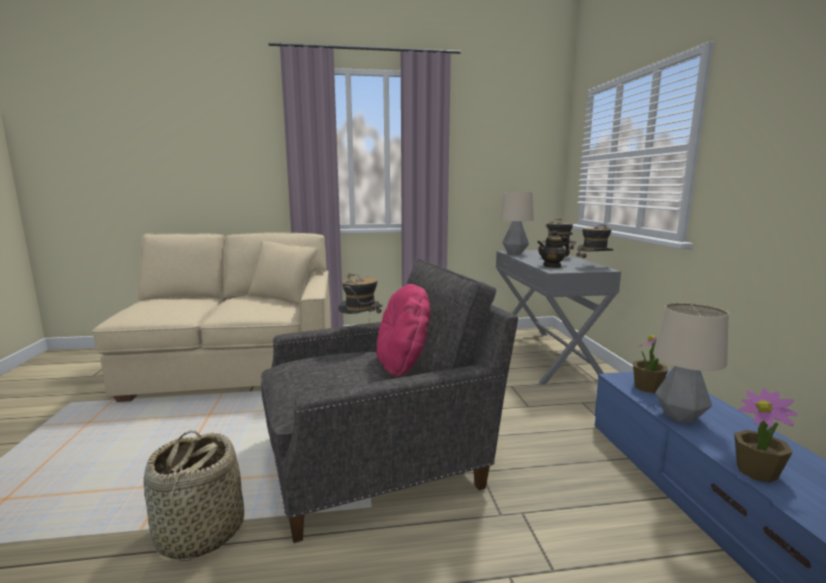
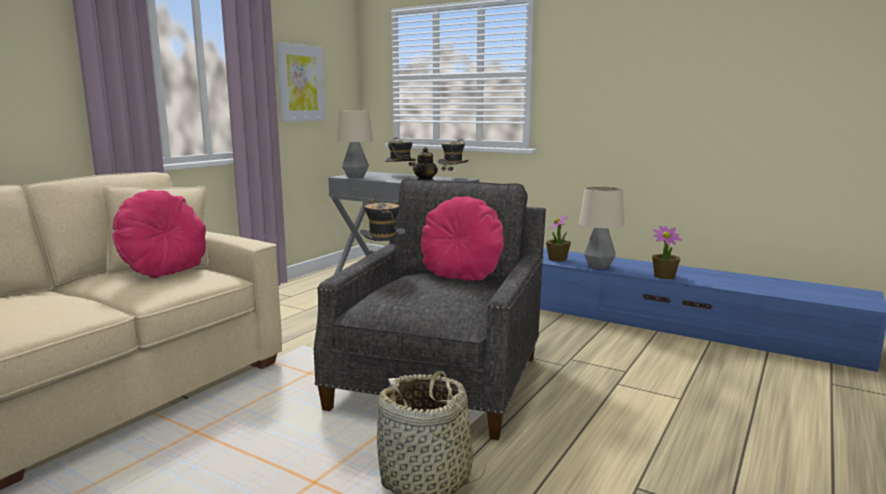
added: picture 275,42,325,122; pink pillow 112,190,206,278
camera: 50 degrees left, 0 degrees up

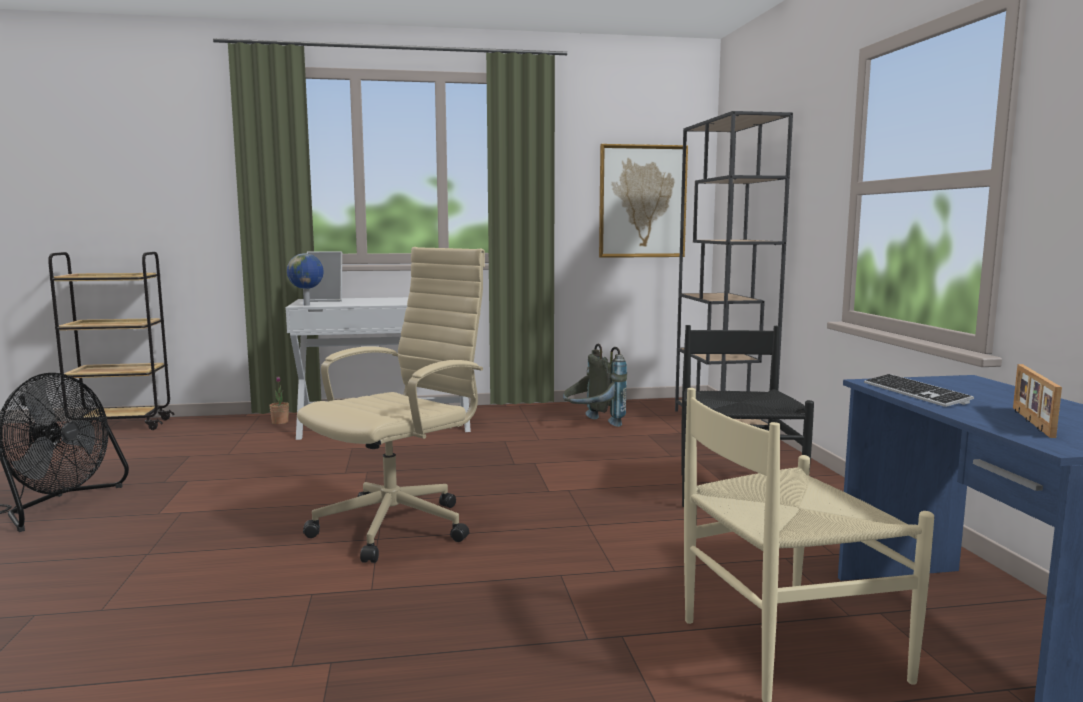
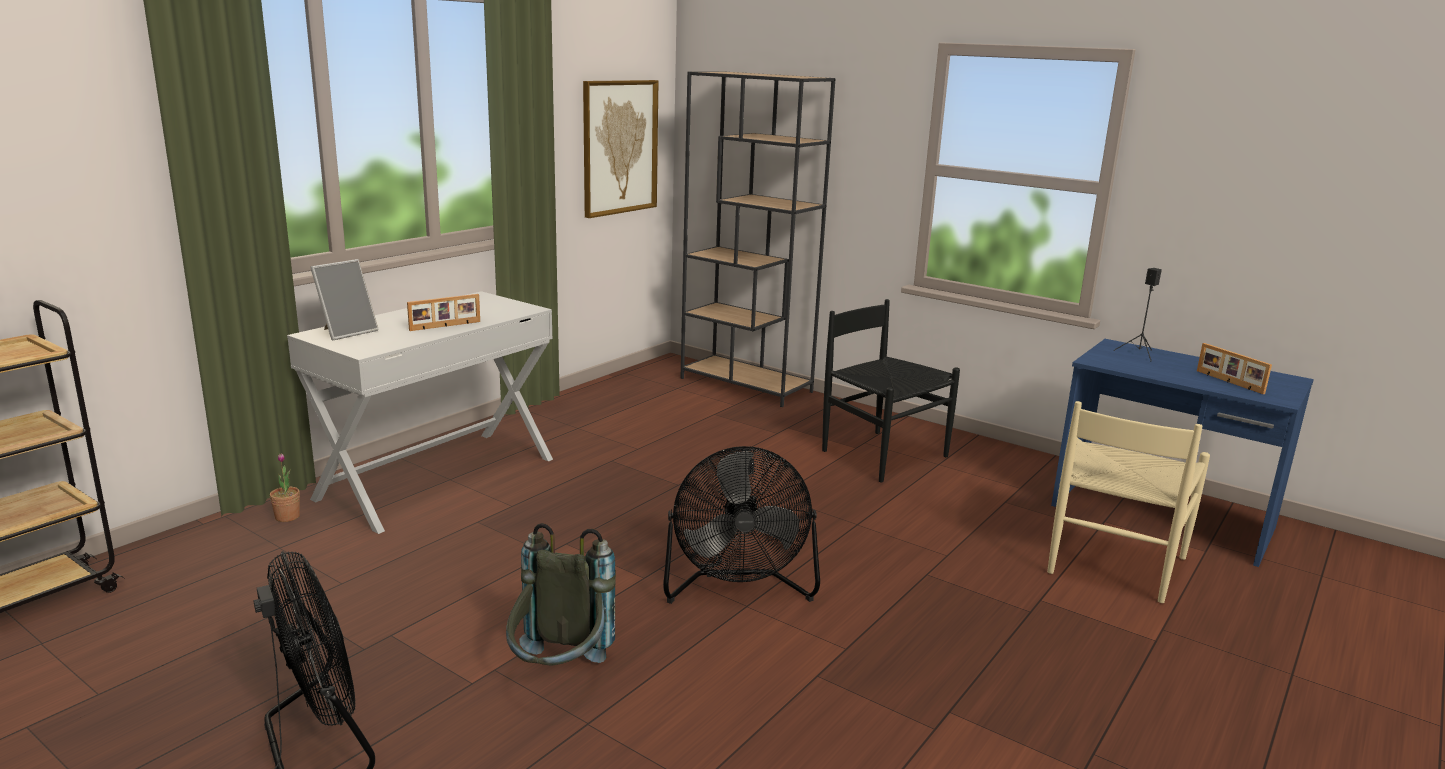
removed: globe 287,253,323,306; keyboard 864,374,974,407
added: black speaker 1114,268,1162,360; picture frame 407,294,480,331
moved: grey backpack 563,344,627,427 to 506,523,616,666
replaced: beige office chair 297,247,485,563 to black fan 663,446,820,604
camera: 45 degrees left, 10 degrees up

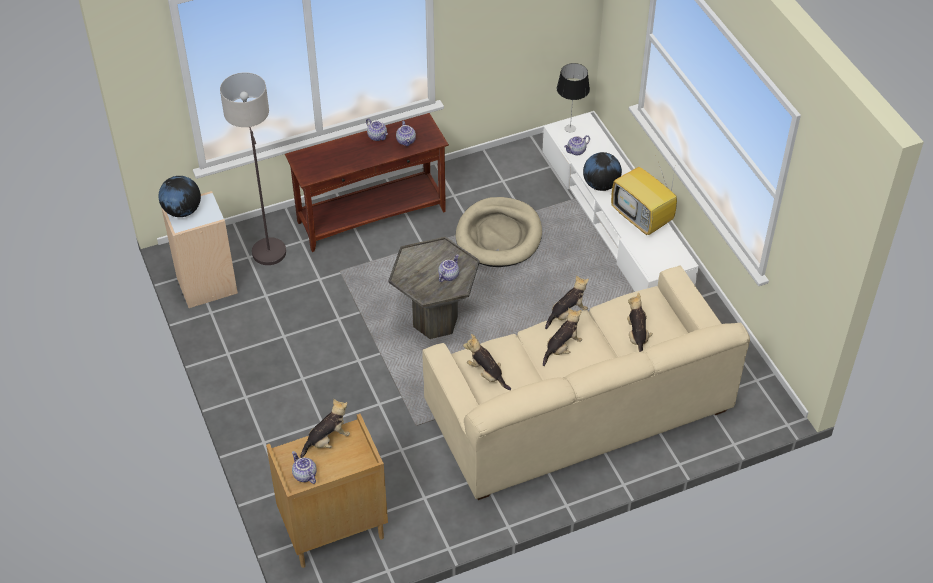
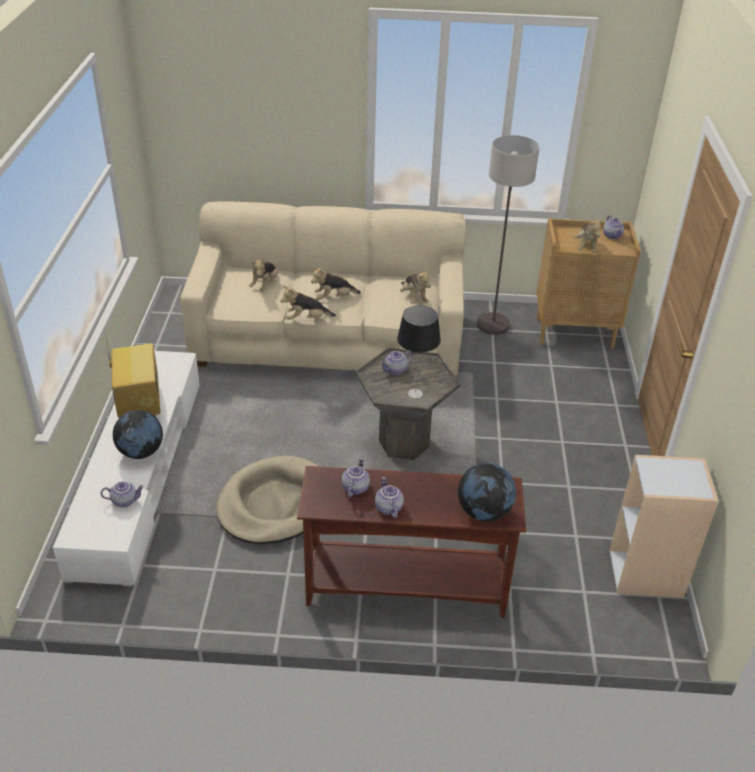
moved: table lamp 557,63,590,132 to 397,306,441,398; grey floor lamp 220,72,286,265 to 477,135,539,335; globe 158,176,201,217 to 458,463,516,522
turned: plush toy 300,399,350,458 = 574,219,603,253 75 degrees counterclockwise
camera: 155 degrees left, 10 degrees down

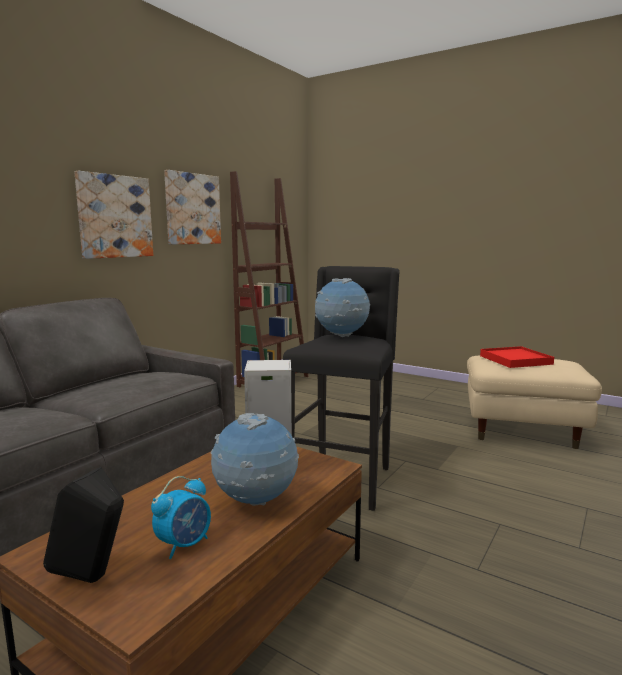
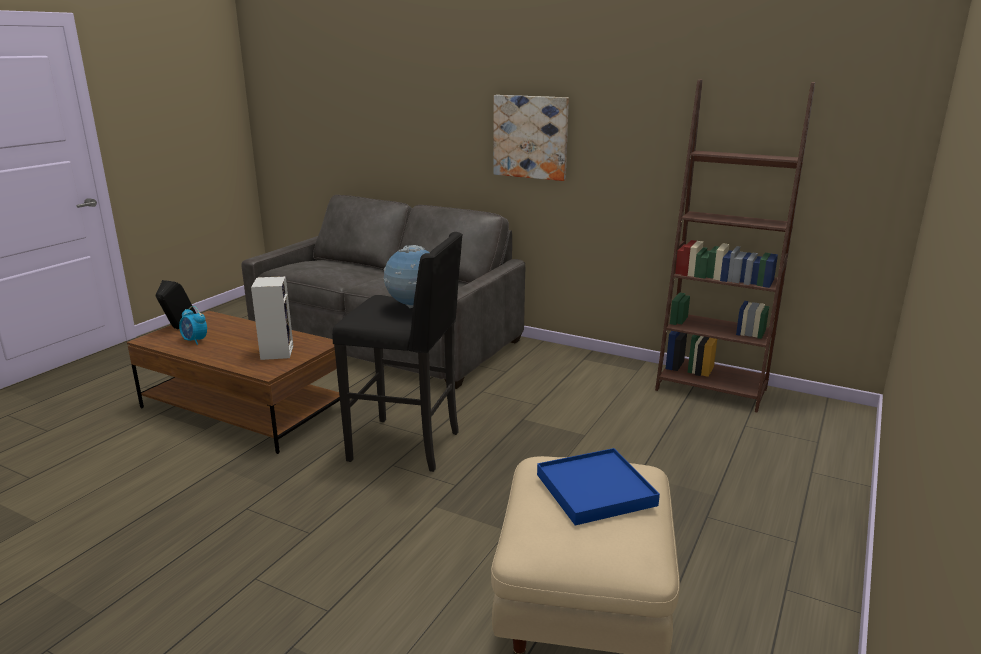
removed: picture 164,170,221,244; globe 211,413,299,506
recoloured: red tray 480,346,554,368 to blue tray 537,448,660,526
camera: 85 degrees right, 10 degrees up

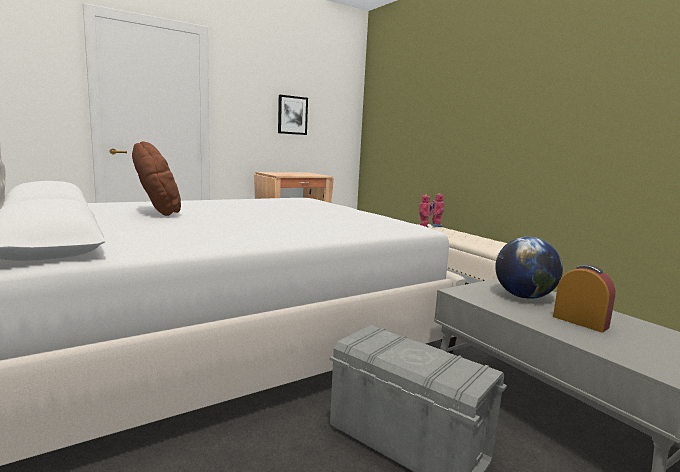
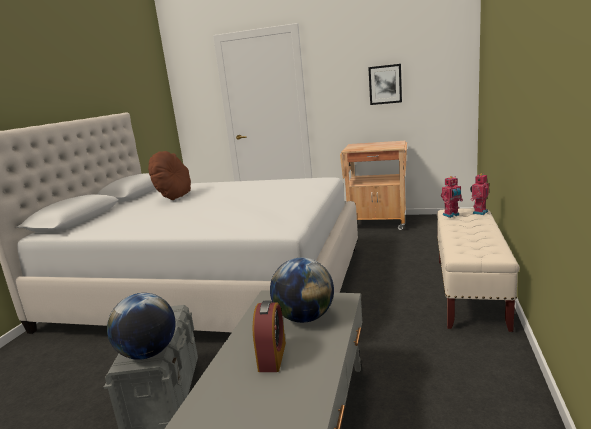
added: globe 107,293,176,360
camera: 50 degrees right, 5 degrees up

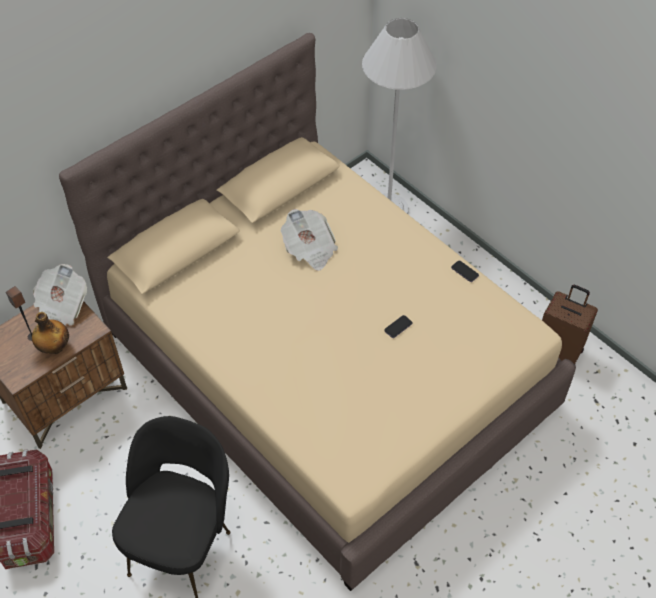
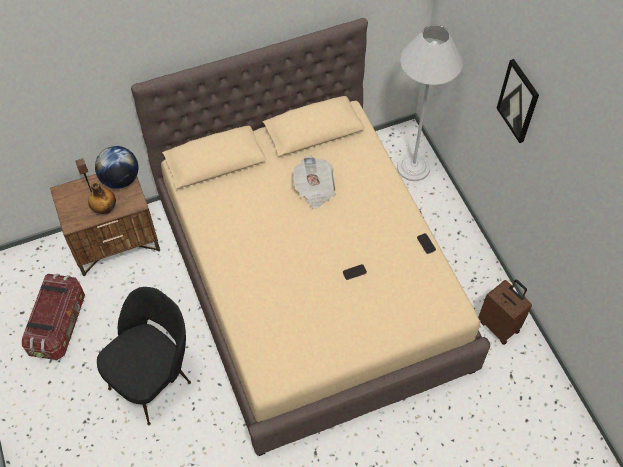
added: picture 497,59,539,143
replaced: newspaper 33,264,87,326 to globe 95,146,138,189
camera: 20 degrees right, 5 degrees up

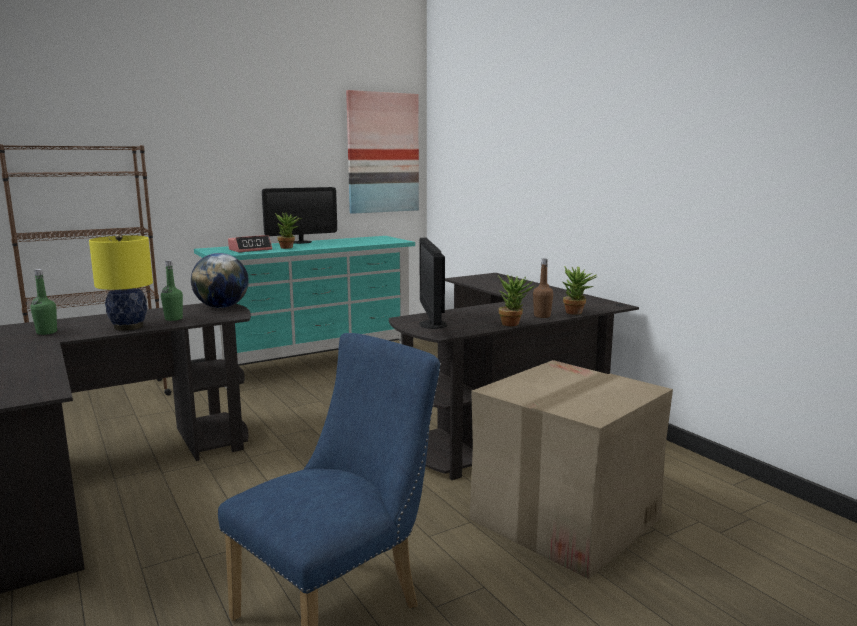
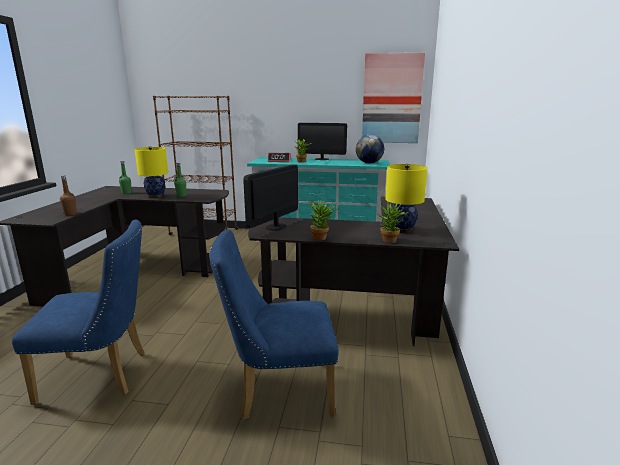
added: yellow table lamp 385,164,427,233
moved: globe 191,253,249,308 to 356,135,384,164; brown bottle 533,259,553,318 to 60,175,77,216
replaced: cardboard box 469,360,673,579 to blue chair 209,229,339,420
camera: 40 degrees right, 5 degrees up

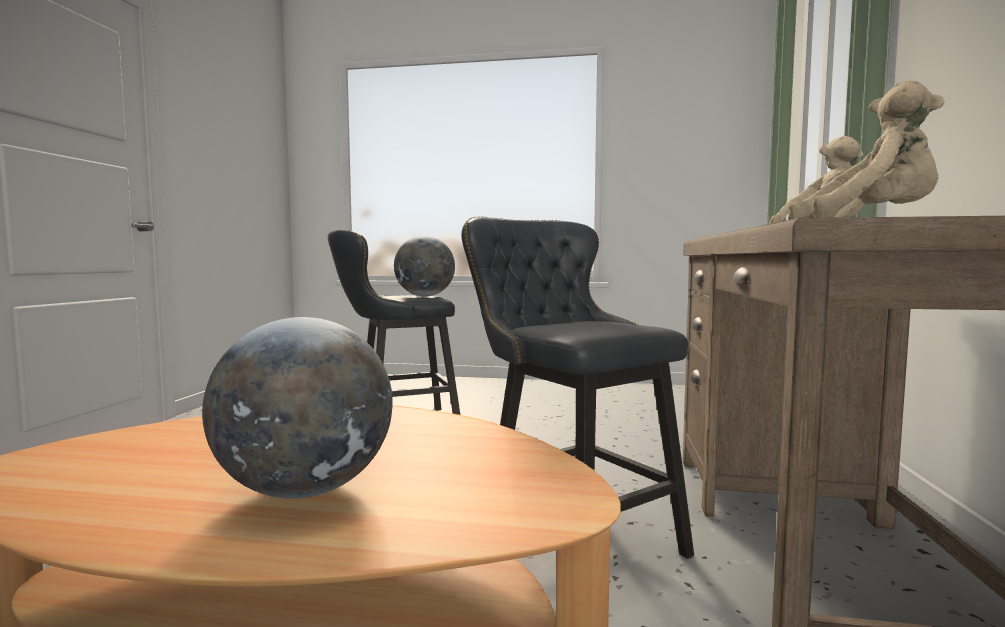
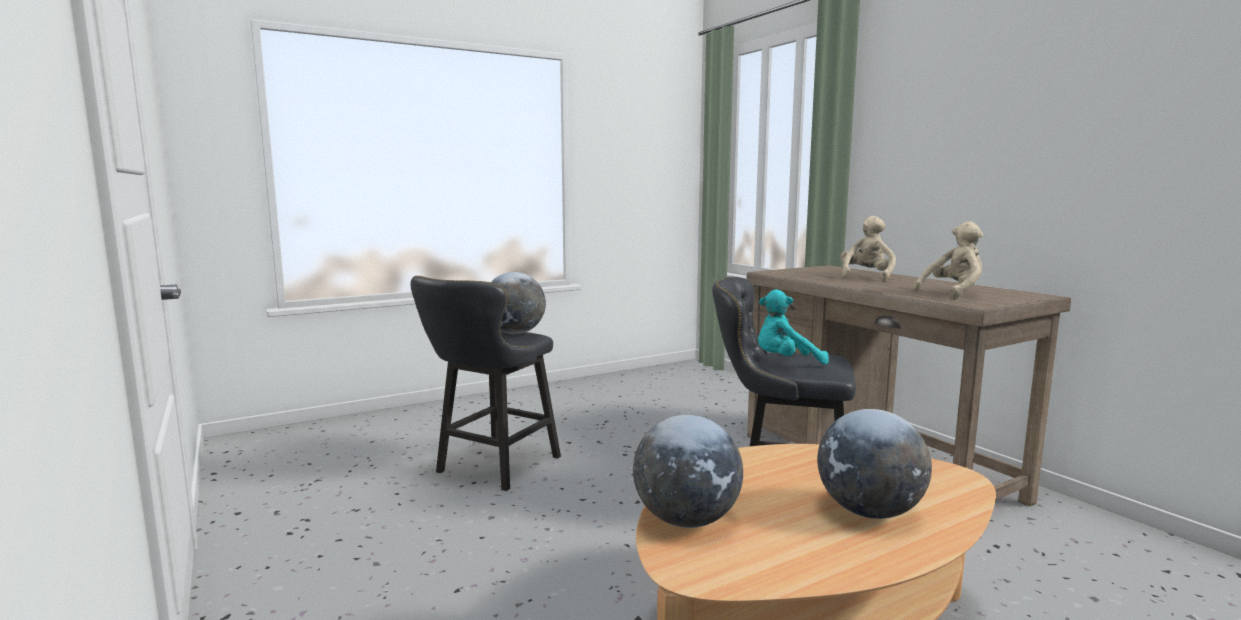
added: turquoise plush toy 758,289,829,365; globe 633,415,743,528
camera: 40 degrees left, 5 degrees up

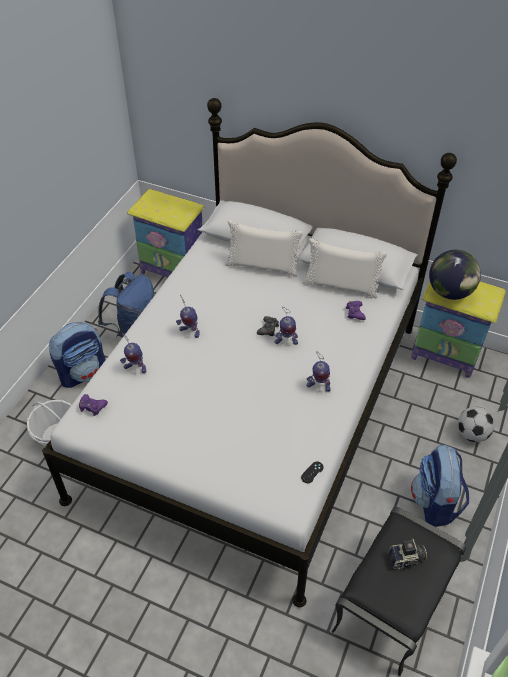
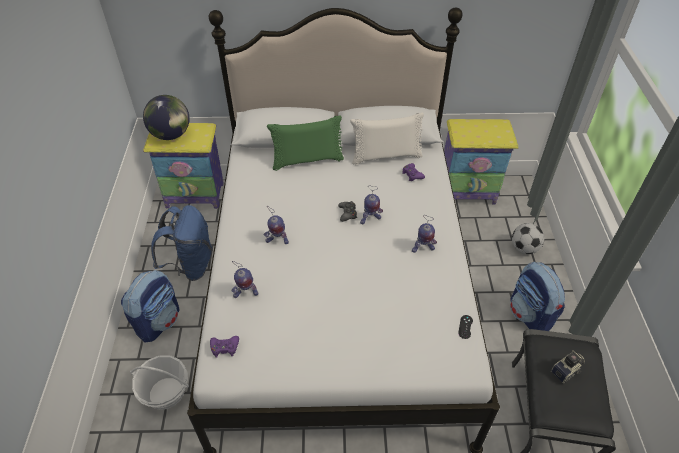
moved: globe 429,250,481,300 to 143,95,189,140
recoloured: white pillow 225,220,303,277 to green pillow 267,115,344,171
camera: 25 degrees left, 0 degrees up

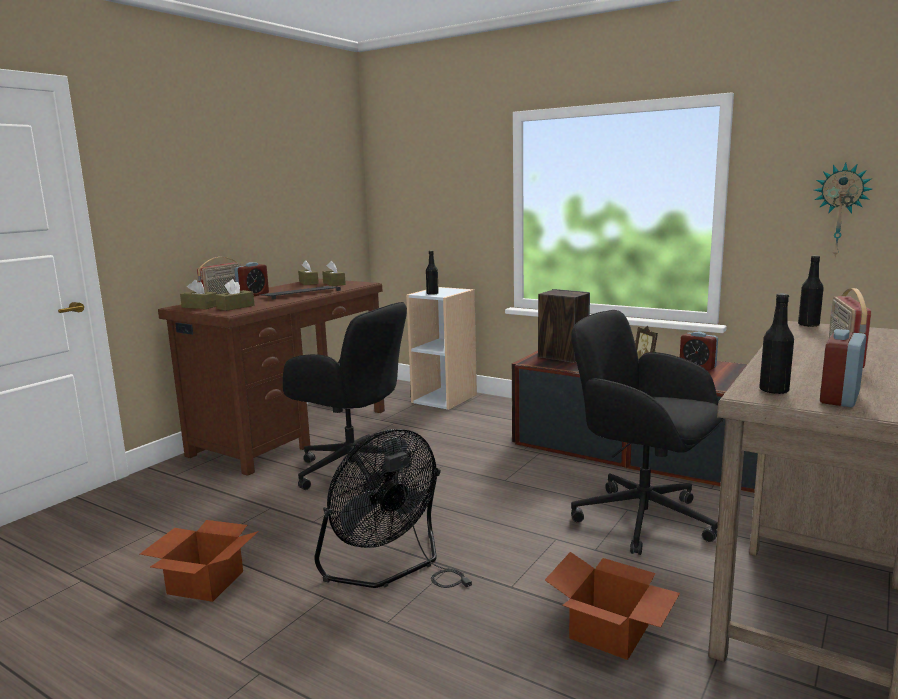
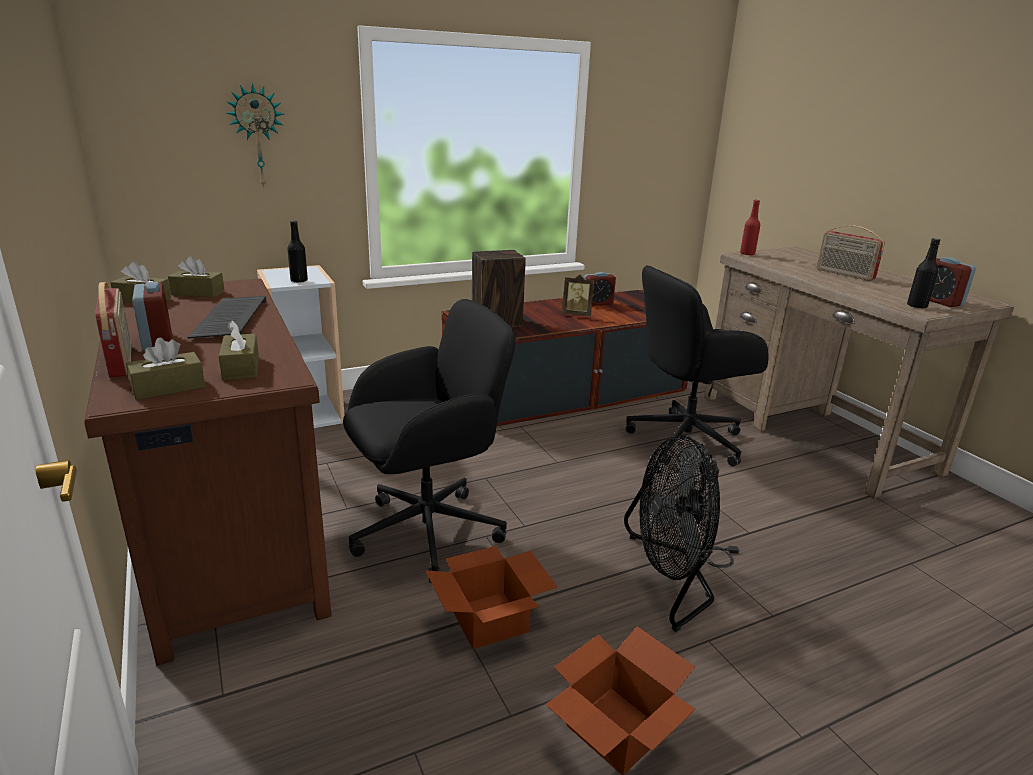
moved: wall clock 814,163,872,258 to 226,83,284,188; cardboard box 545,552,680,660 to 425,546,558,649
recoloured: black bottle 798,255,824,327 to red bottle 740,200,760,255
camera: 60 degrees left, 10 degrees up

